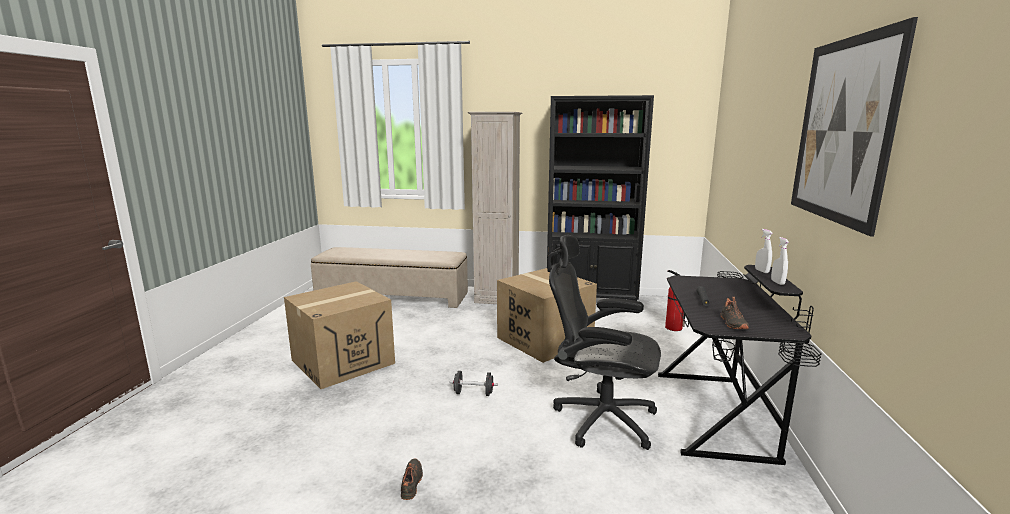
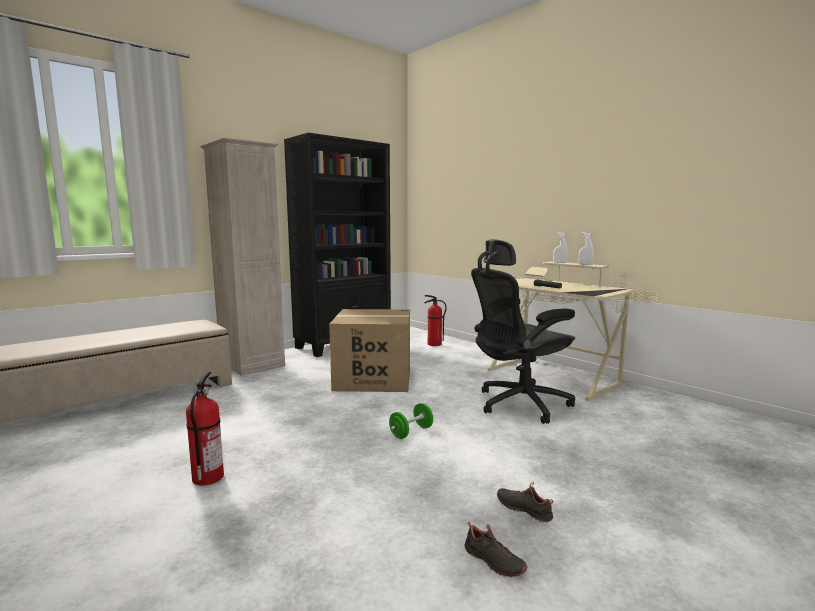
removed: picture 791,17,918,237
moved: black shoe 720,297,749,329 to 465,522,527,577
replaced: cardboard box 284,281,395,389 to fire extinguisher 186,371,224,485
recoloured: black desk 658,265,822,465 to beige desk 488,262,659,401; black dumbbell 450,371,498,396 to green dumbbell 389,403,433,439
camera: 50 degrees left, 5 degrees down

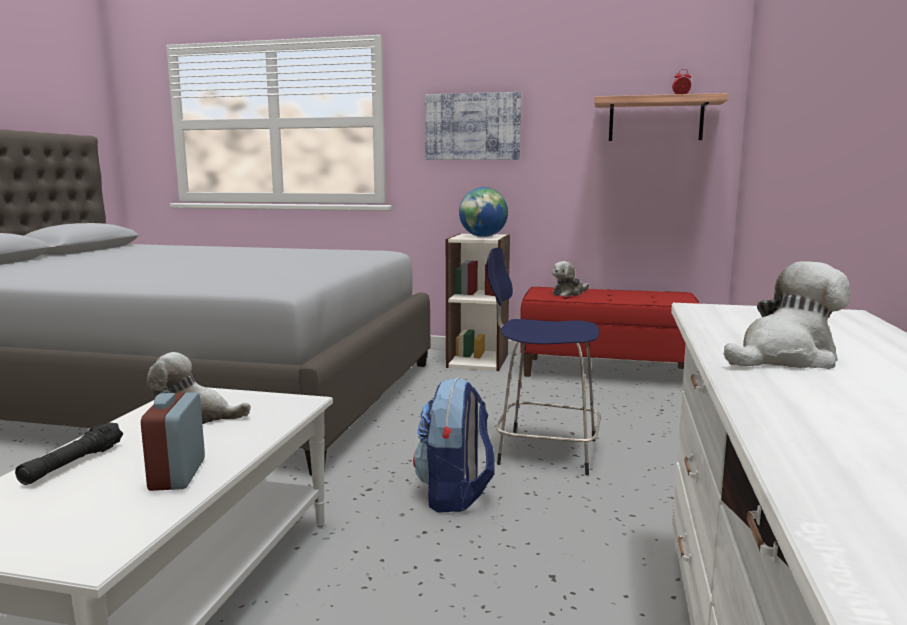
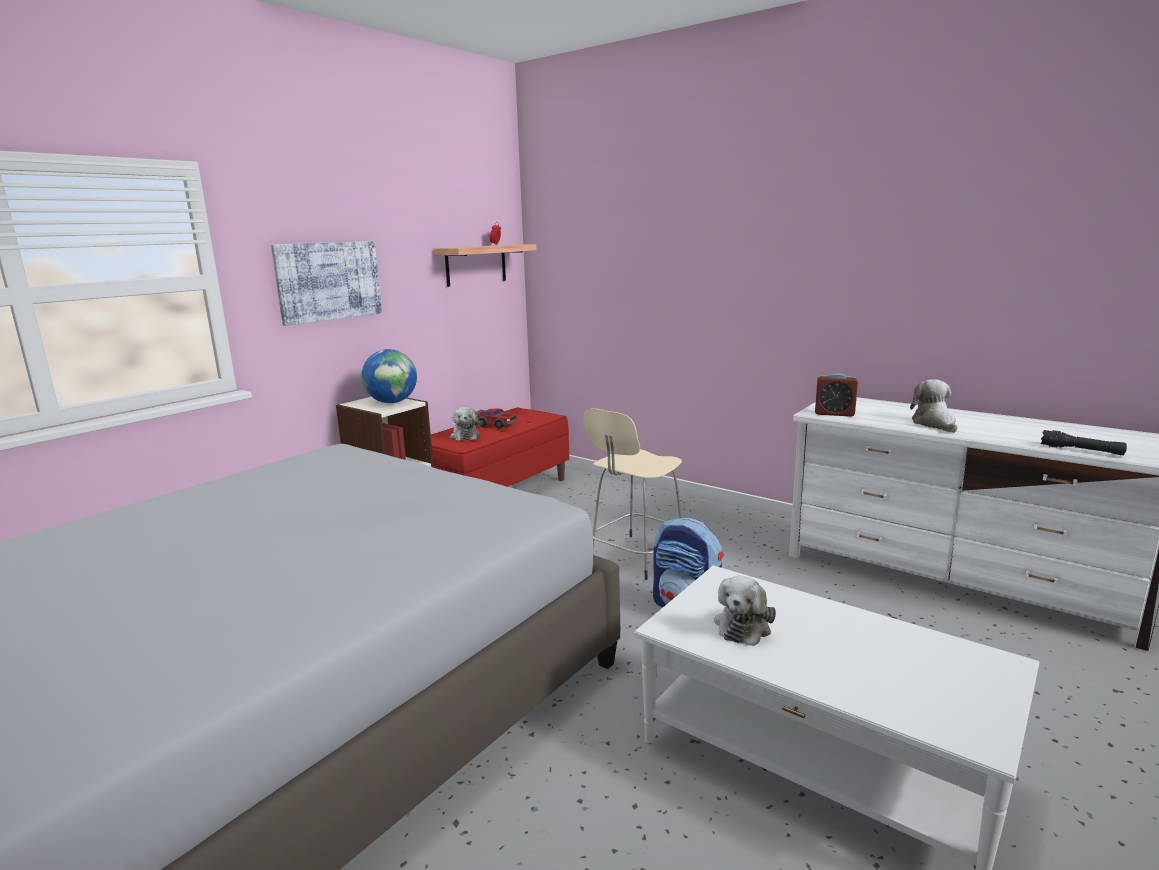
added: toy car 476,408,517,428
moved: alarm clock 141,392,205,491 to 815,373,858,417; black flashlight 15,422,123,485 to 1041,430,1127,456
recoloured: blue stool 487,247,601,475 to beige stool 583,409,682,580
camera: 65 degrees left, 5 degrees up

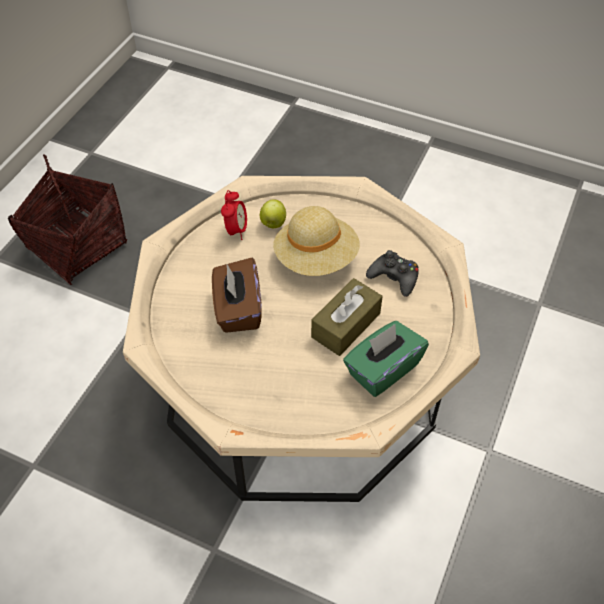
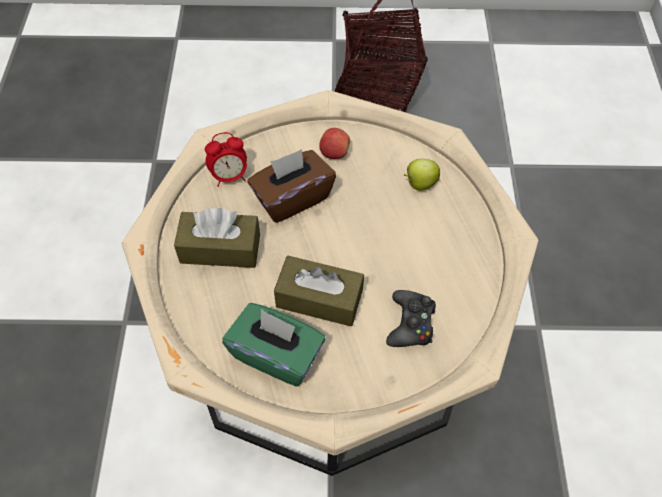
removed: beige hat 273,206,360,276
added: apple 319,128,350,159; brown tissue box 174,208,260,268
moved: alarm clock 221,190,247,240 to 205,132,247,187
camera: 65 degrees right, 5 degrees up

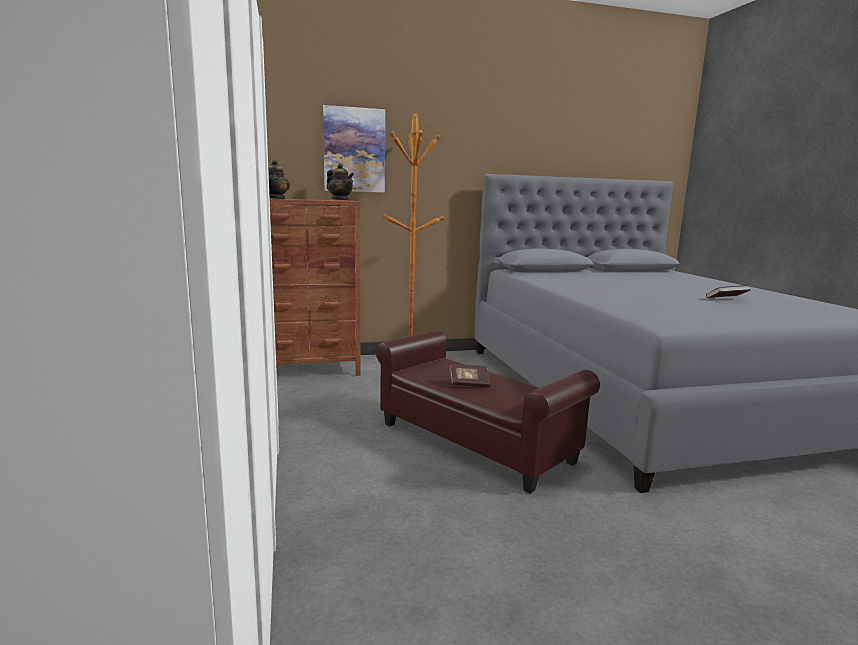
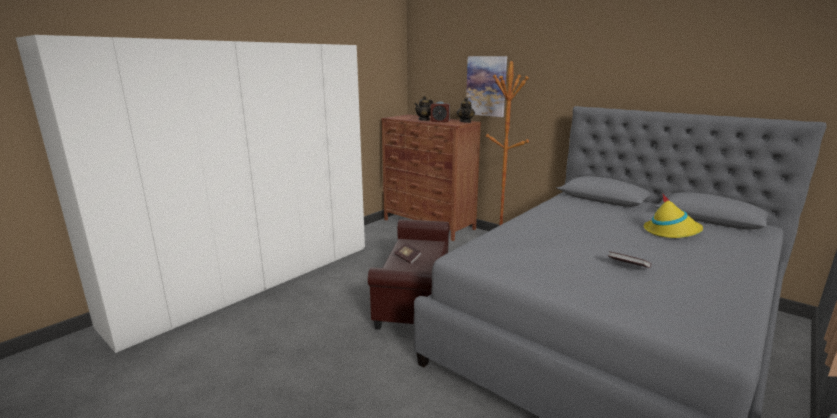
added: alarm clock 431,101,450,123; yellow hat 644,193,703,238
camera: 55 degrees right, 5 degrees up

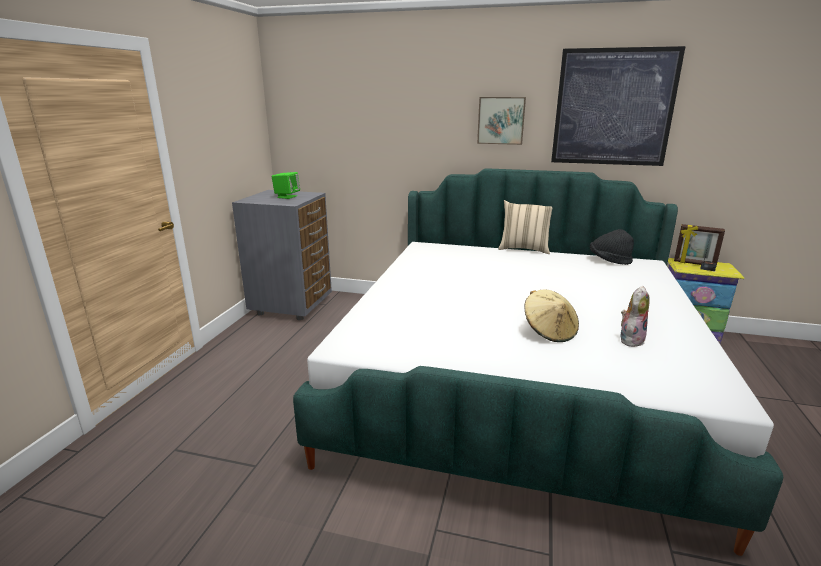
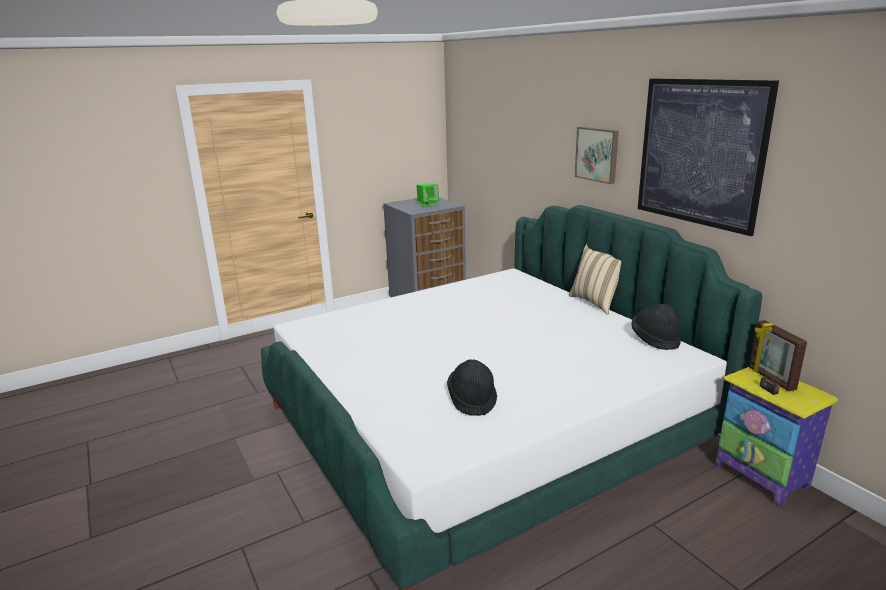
removed: beige hat 524,290,579,342
replaced: plush toy 621,286,650,347 to black hat 447,360,497,416
camera: 45 degrees right, 0 degrees up

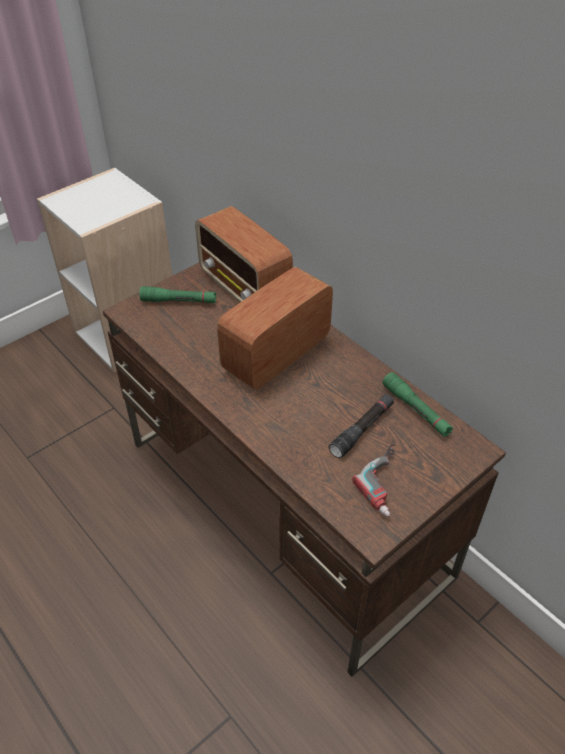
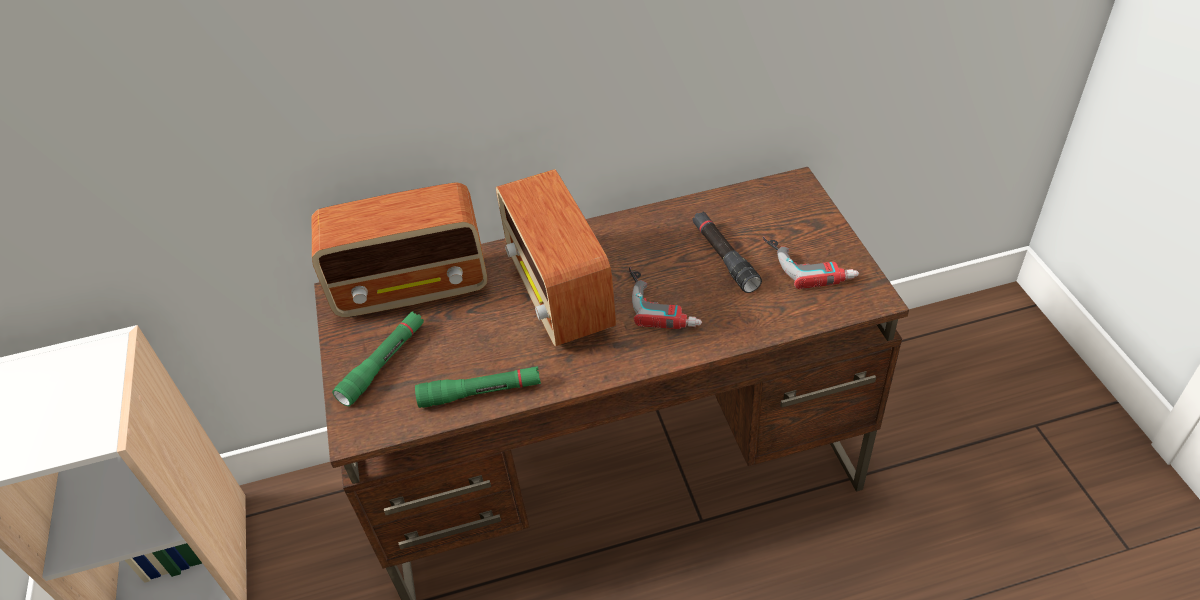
added: power drill 629,266,702,329
moved: green flashlight 382,372,453,437 to 415,366,541,408
camera: 60 degrees left, 0 degrees up

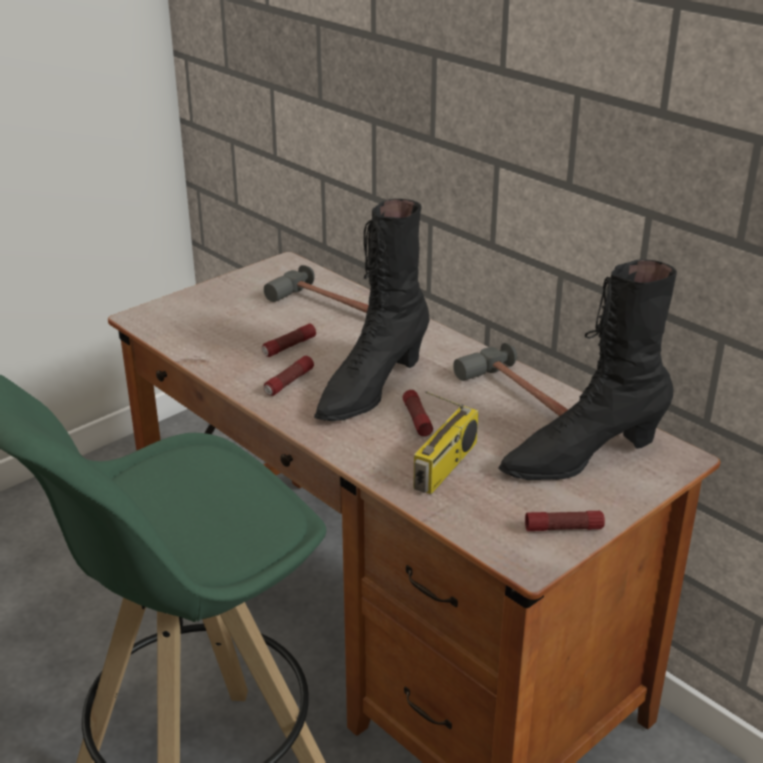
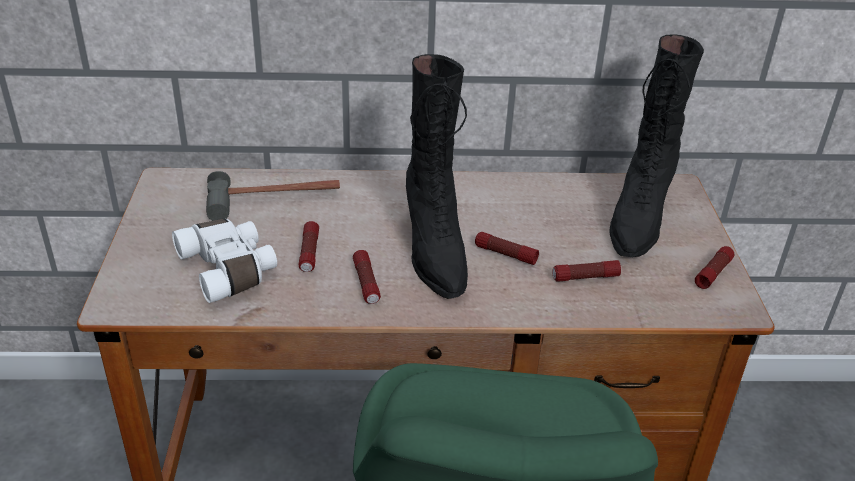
removed: hammer 453,343,568,416
added: white binoculars 172,219,277,303
replaced: radio 413,391,479,494 to flashlight 553,260,621,282
camera: 50 degrees left, 5 degrees up

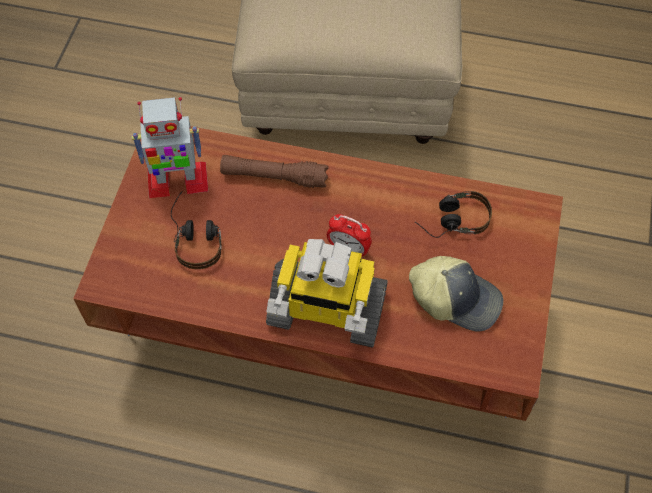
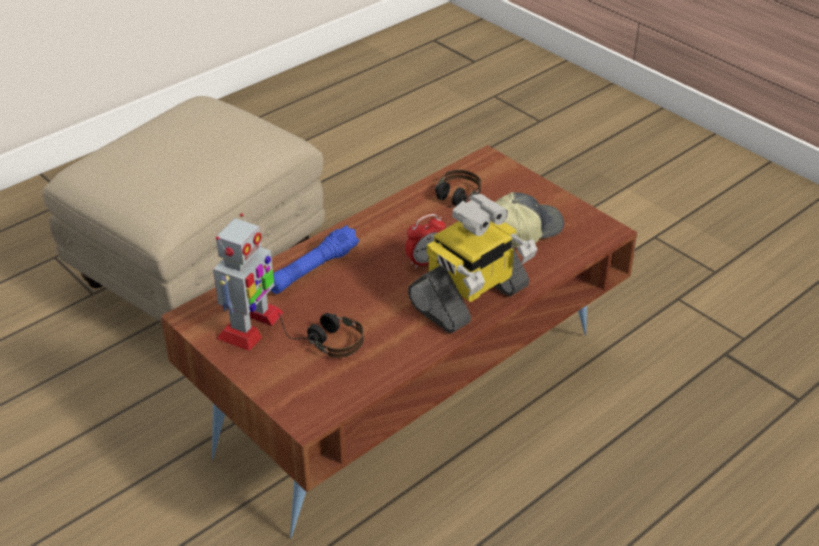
recoloured: brown flashlight 220,155,329,188 to blue flashlight 270,225,359,294
camera: 55 degrees left, 20 degrees down

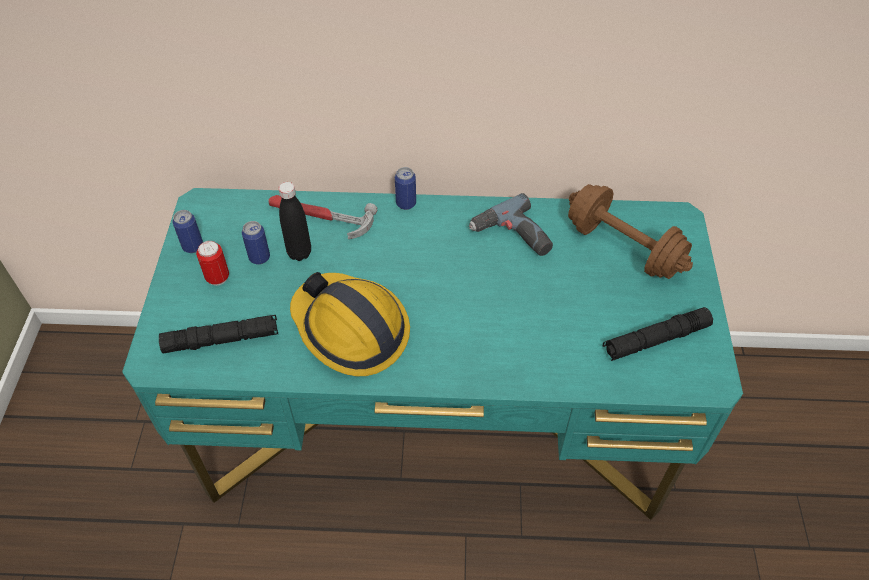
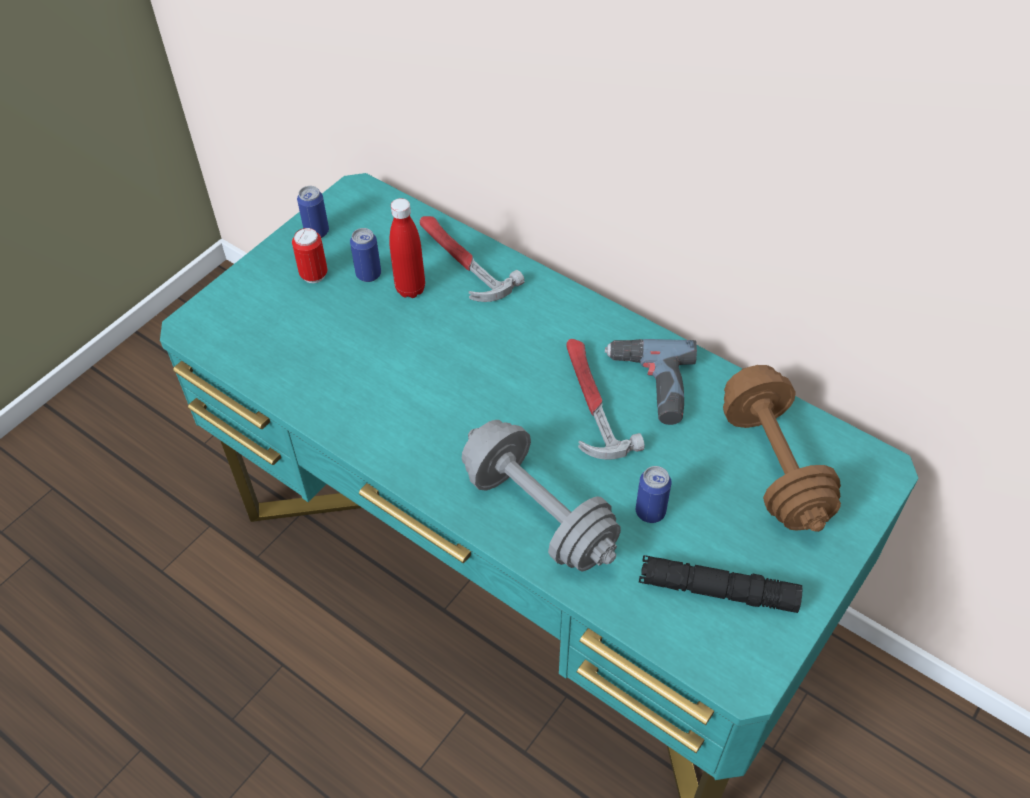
removed: hard hat 290,272,410,376; black flashlight 159,315,278,353
added: hammer 566,339,645,460; grey dumbbell 462,420,621,572
moved: can 395,167,416,210 to 636,466,672,523
recoloured: black bottle 278,182,311,261 to red bottle 389,198,425,298
camera: 35 degrees right, 0 degrees up

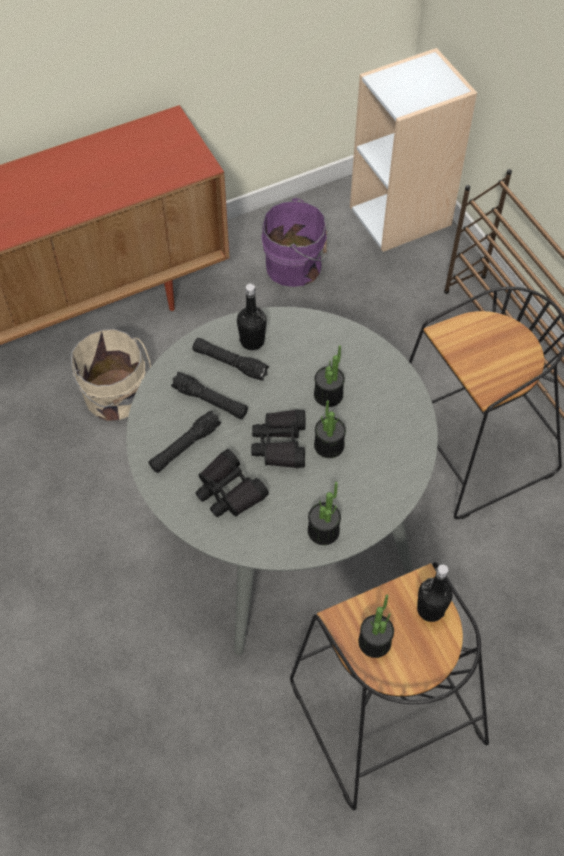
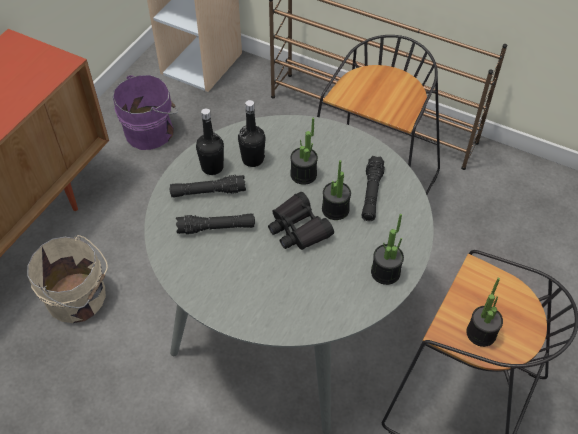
removed: black binoculars 195,449,269,517
moved: black flashlight 149,410,221,473 to 361,156,385,221; black bottle 417,564,453,622 to 238,100,266,167
camera: 35 degrees left, 5 degrees down

